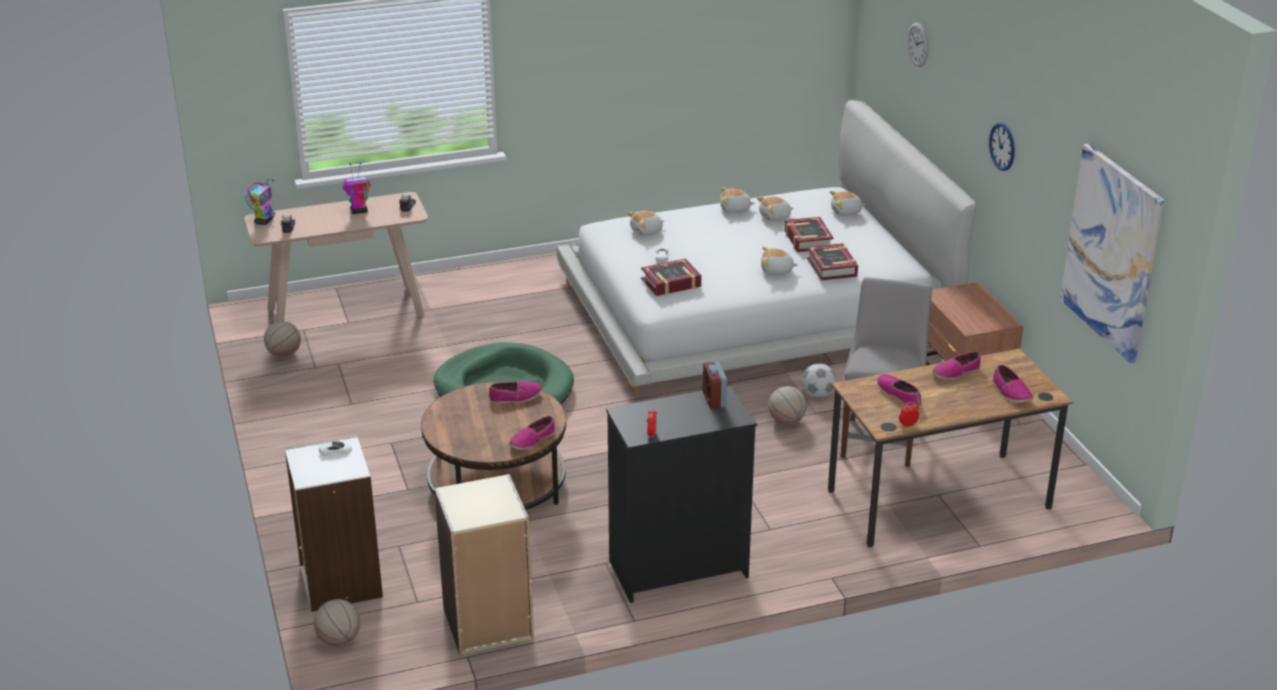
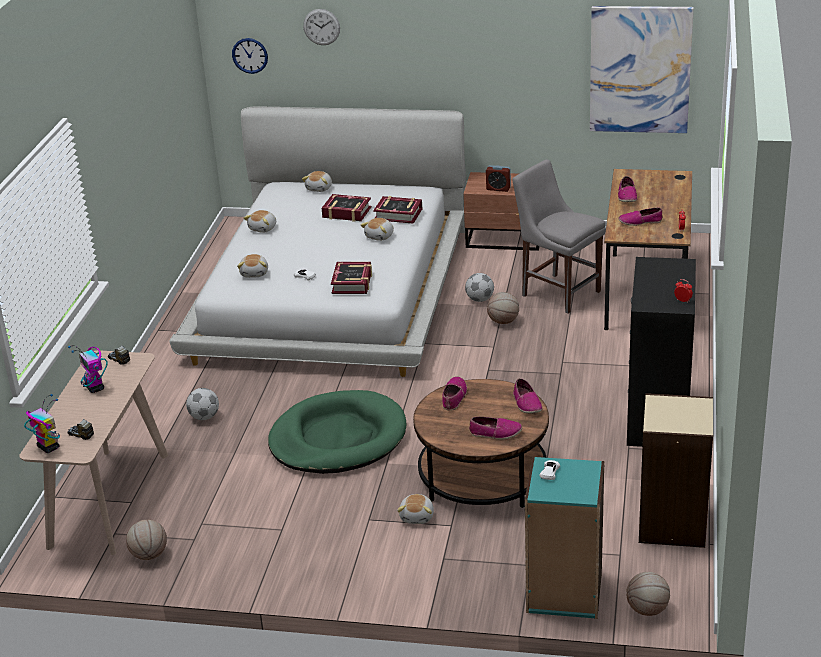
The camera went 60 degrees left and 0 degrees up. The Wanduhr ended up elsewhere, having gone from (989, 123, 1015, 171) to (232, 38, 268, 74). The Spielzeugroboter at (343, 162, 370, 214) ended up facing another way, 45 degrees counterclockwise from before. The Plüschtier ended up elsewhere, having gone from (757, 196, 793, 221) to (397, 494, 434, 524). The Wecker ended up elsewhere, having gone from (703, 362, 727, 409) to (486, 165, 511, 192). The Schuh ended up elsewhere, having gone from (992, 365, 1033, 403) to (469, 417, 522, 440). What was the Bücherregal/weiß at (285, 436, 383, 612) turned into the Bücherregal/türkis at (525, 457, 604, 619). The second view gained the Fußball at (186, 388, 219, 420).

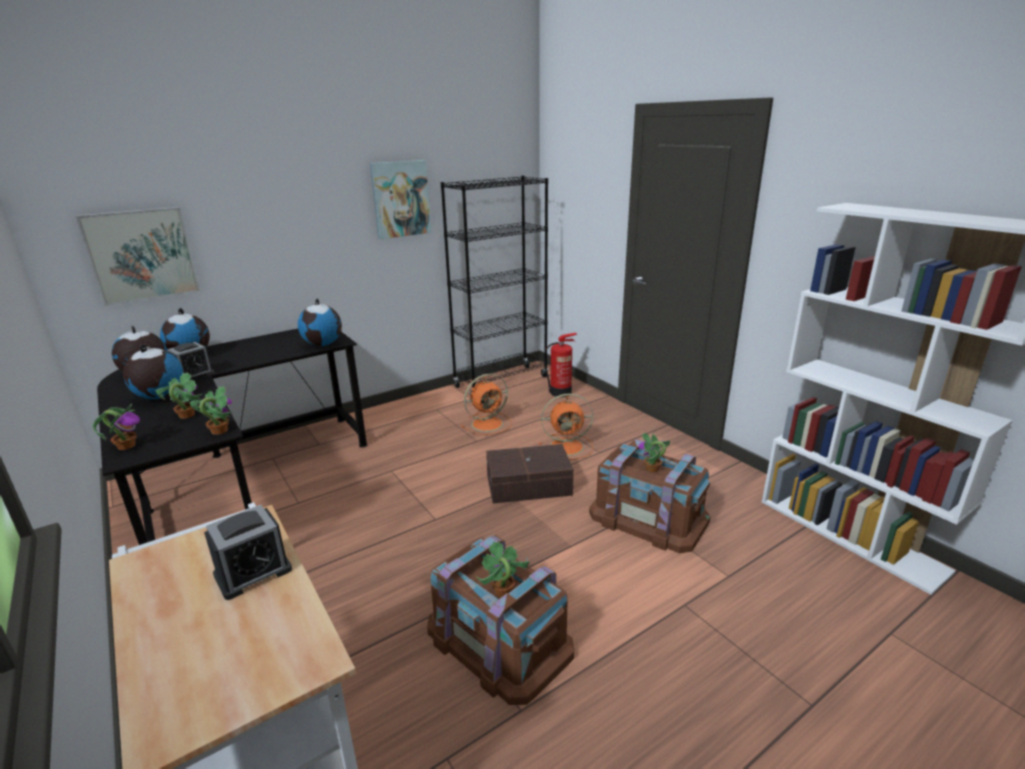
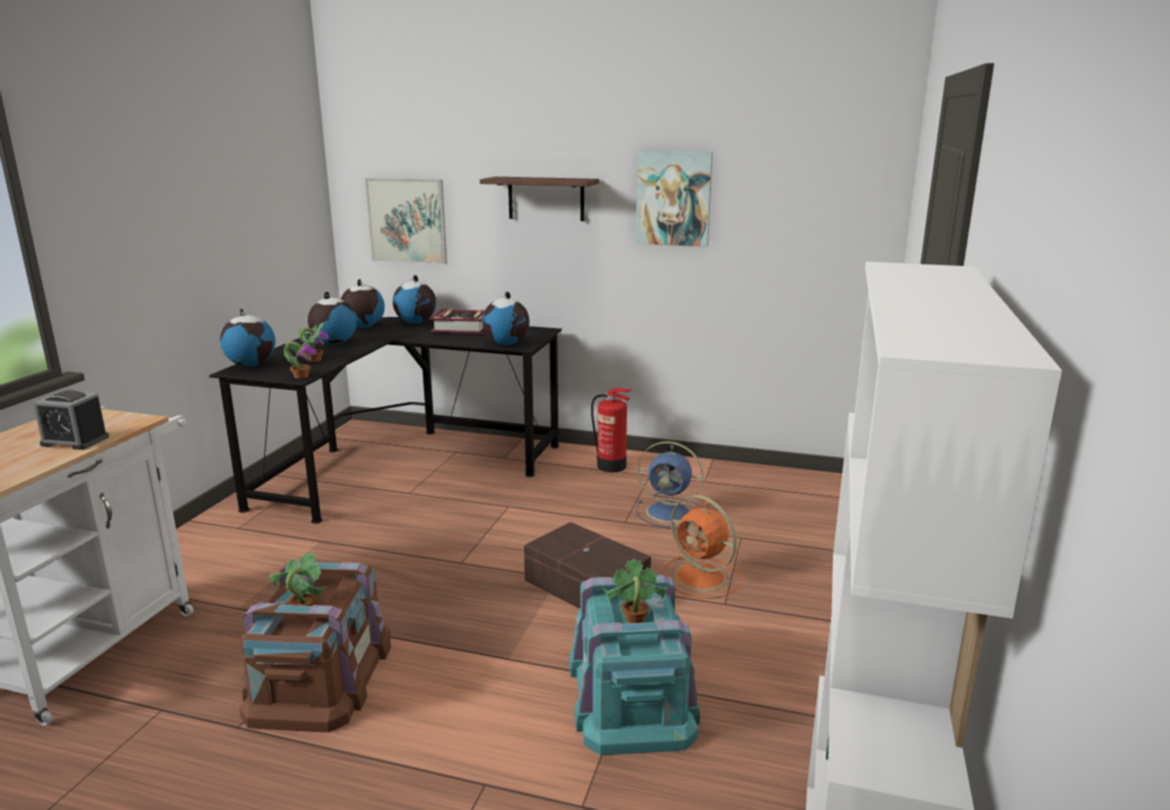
The camera went 50 degrees right and 5 degrees down. The second view lost the Bücherregal/schwarz at (441, 176, 548, 396). The Feuerlöscher ended up elsewhere, having gone from (544, 333, 577, 397) to (591, 388, 632, 472). The second view lost the Wecker at (168, 342, 214, 381). What was the Ventilator/orange at (461, 373, 512, 435) turned into the Ventilator/blau at (636, 441, 704, 528). Where the Topfpflanze stood at (92, 404, 140, 450), the Globus came to stand at (220, 308, 275, 366). What was the Aufbewahrungsbox/braun at (589, 439, 710, 553) turned into the Aufbewahrungsbox/türkis at (569, 575, 700, 755). The second view gained the Wandregal at (480, 177, 599, 221). The second view gained the Buch at (430, 309, 485, 334).

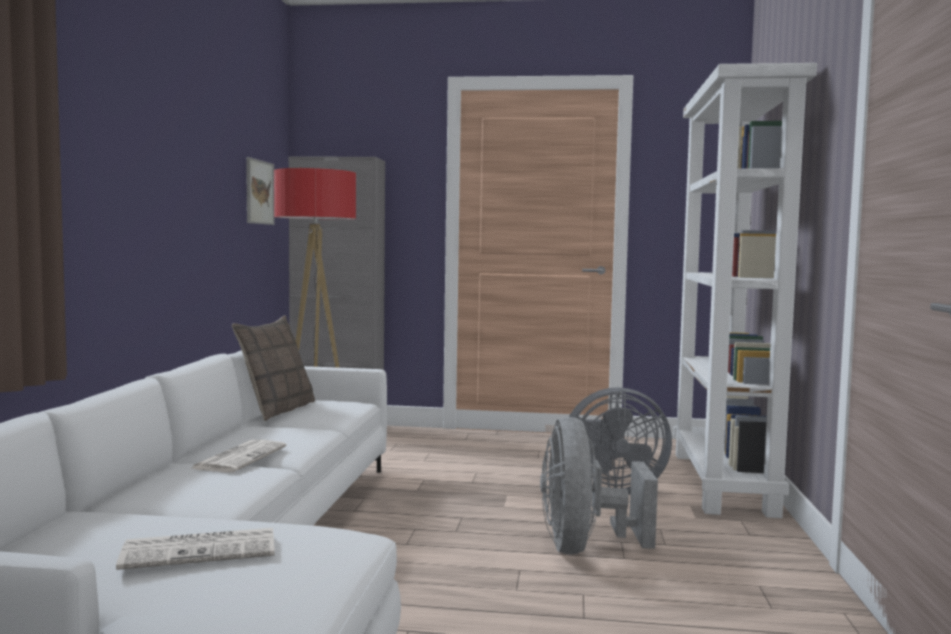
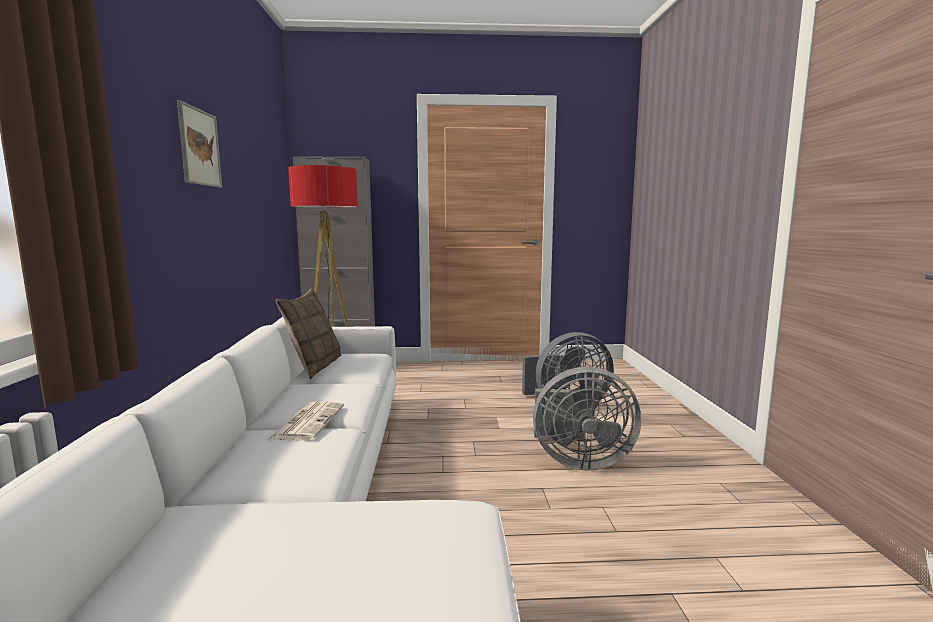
The camera went 10 degrees left and 5 degrees up. The second view lost the Bücherregal/weiß at (673, 63, 817, 518). The Bild ended up elsewhere, having gone from (246, 157, 275, 225) to (177, 100, 222, 188). The Ventilator/grau at (540, 417, 658, 555) ended up facing another way, 75 degrees counterclockwise from before. The second view lost the Zeitung at (116, 528, 275, 570).

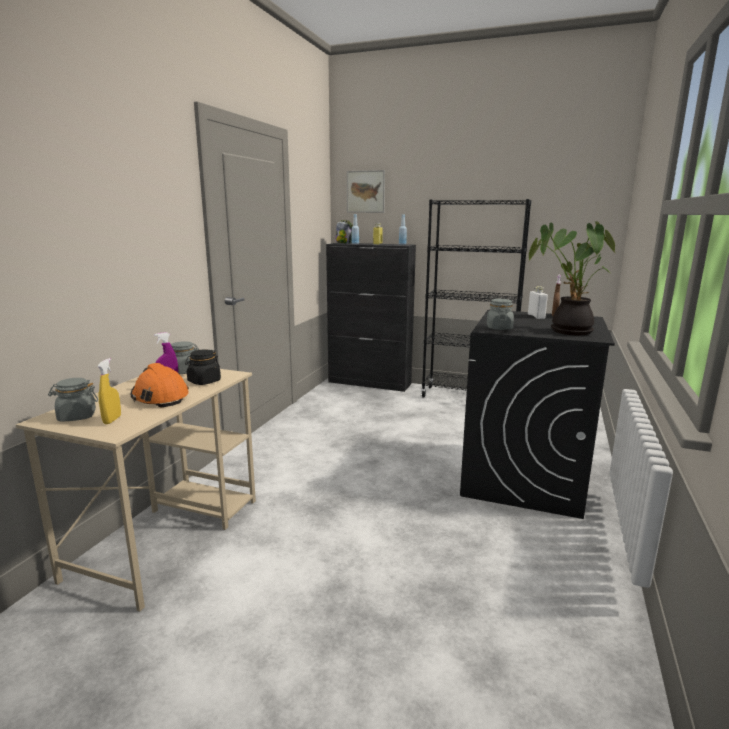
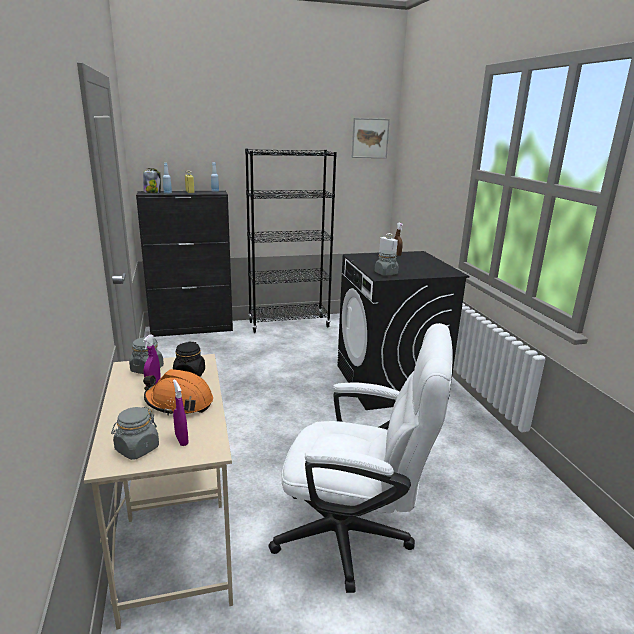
The camera went 35 degrees left and 5 degrees up. The Bild ended up elsewhere, having gone from (347, 170, 385, 213) to (352, 118, 390, 158). The second view lost the Topfpflanze at (529, 221, 616, 336). What was the Sprühflasche/gelb at (97, 358, 121, 424) turned into the Sprühflasche/lila at (173, 379, 188, 446). The second view gained the Bürostuhl/weiß at (269, 323, 453, 593).

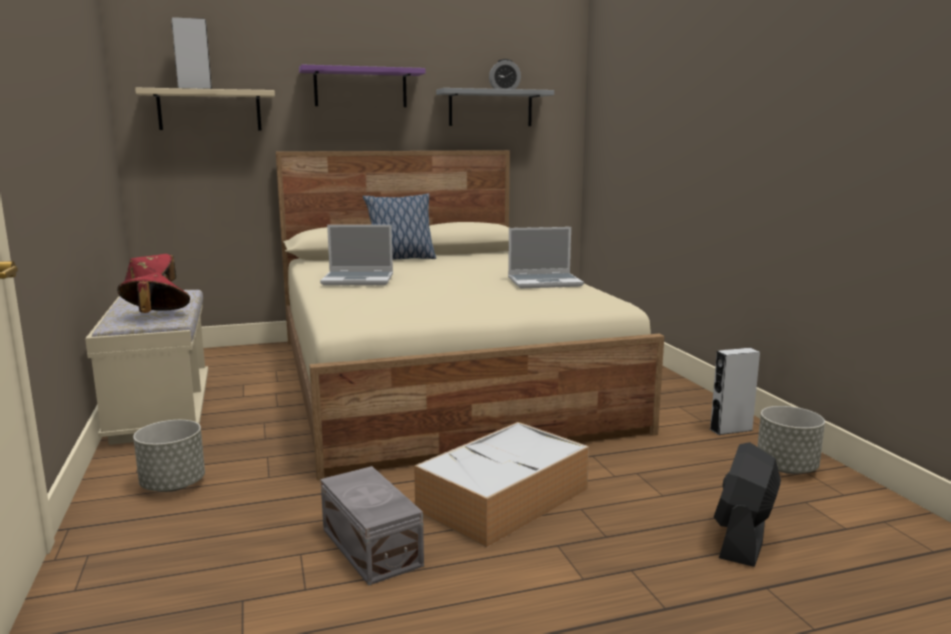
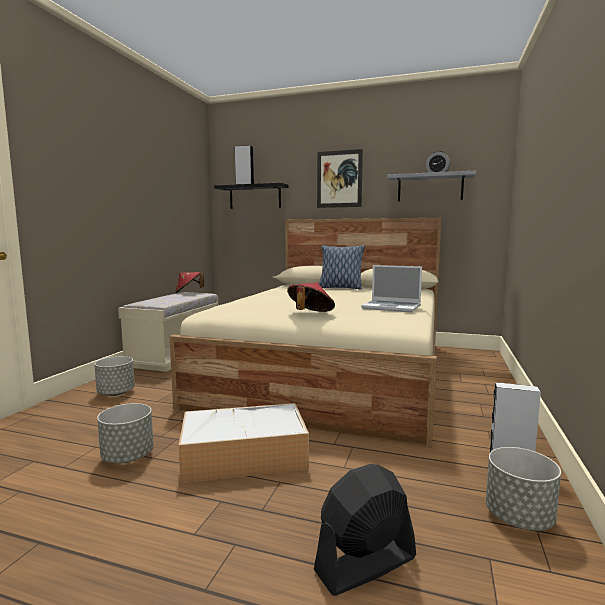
The camera went 35 degrees right and 5 degrees down. Where the Wandregal/lila hung at (299, 64, 426, 107), the Bild came to hang at (317, 149, 363, 208). What was the Wandregal/beige at (135, 88, 275, 130) turned into the Wandregal/schwarz at (214, 183, 288, 209). The second view lost the Laptop at (320, 225, 393, 285). The Hut/rot ended up elsewhere, having gone from (117, 272, 190, 313) to (287, 282, 335, 312). Where the Aufbewahrungsbox/grau stood at (320, 466, 424, 586), the Pflanzkübel/grau came to stand at (97, 403, 154, 463).

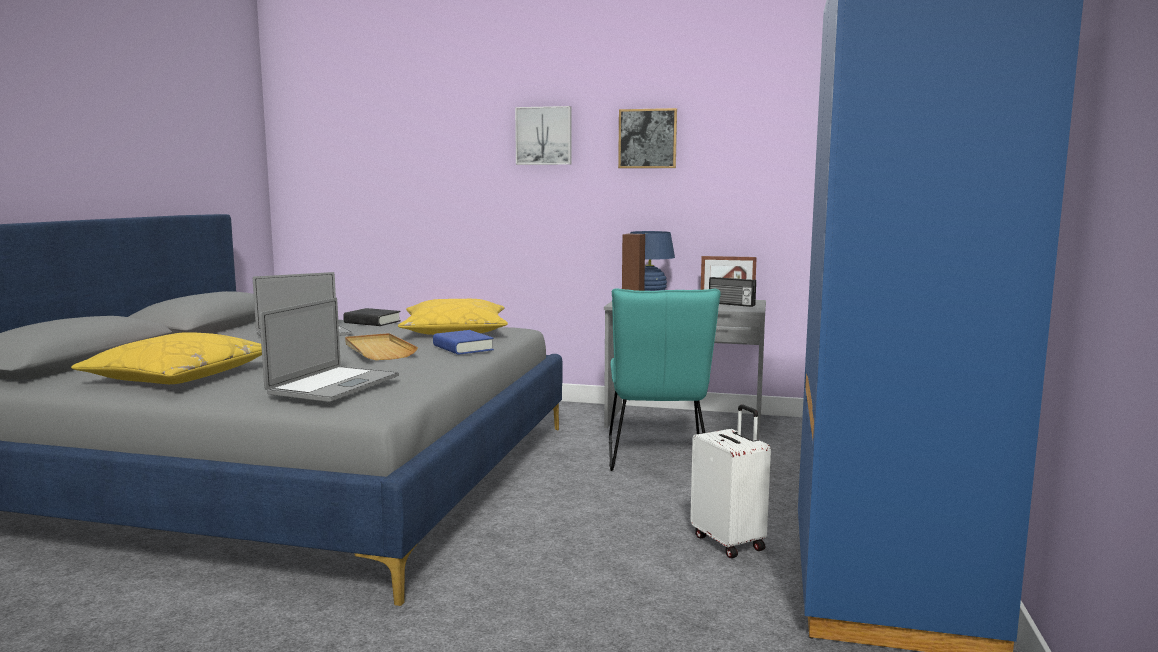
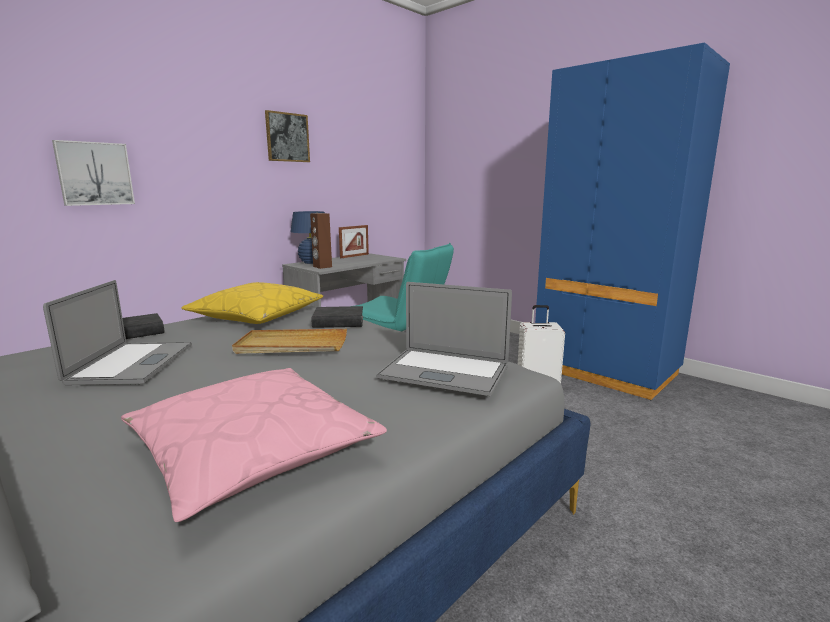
The camera went 60 degrees left and 5 degrees up. The Bild ended up elsewhere, having gone from (515, 106, 572, 165) to (52, 140, 135, 206). The second view lost the Radio at (709, 277, 756, 307). The Laptop at (260, 298, 399, 402) ended up facing another way, 150 degrees clockwise from before. What was the Buch/blau at (433, 330, 494, 355) turned into the Buch/schwarz at (312, 306, 363, 328). What was the Kissen/gelb at (71, 332, 262, 384) turned into the Kissen/rosa at (121, 368, 387, 522).

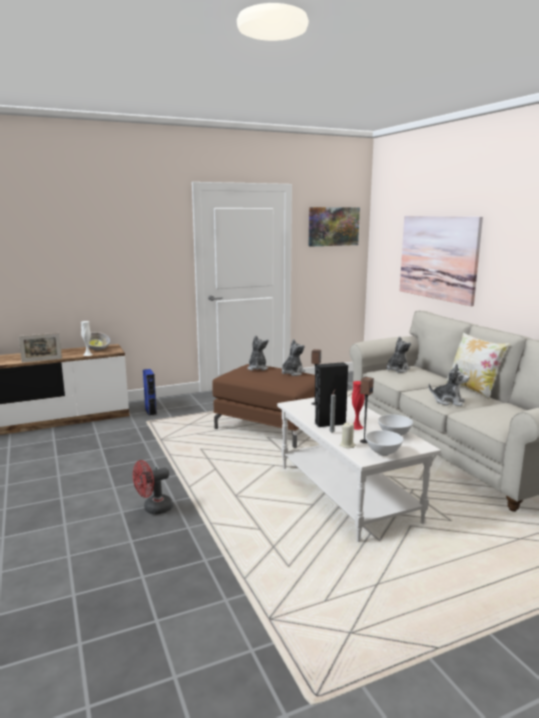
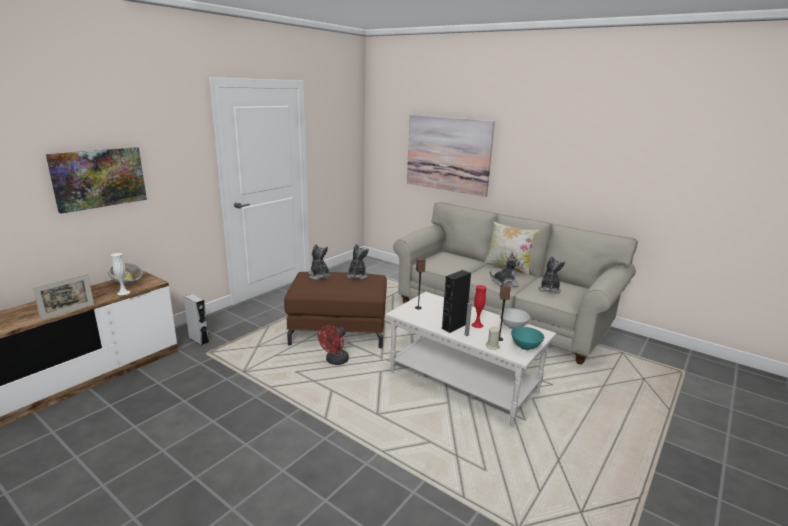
The camera went 30 degrees left and 5 degrees up. The Bild ended up elsewhere, having gone from (309, 207, 360, 247) to (46, 147, 147, 214). The Plüschtier ended up elsewhere, having gone from (386, 336, 411, 373) to (538, 256, 565, 293). What was the Lautsprecher/blau at (143, 369, 157, 416) turned into the Lautsprecher/grau at (184, 294, 209, 346). What was the Schüssel/weiß at (365, 430, 403, 456) turned into the Schüssel/türkis at (511, 327, 544, 350). The Ventilator/rot ended up elsewhere, having gone from (133, 460, 173, 514) to (318, 325, 349, 365).

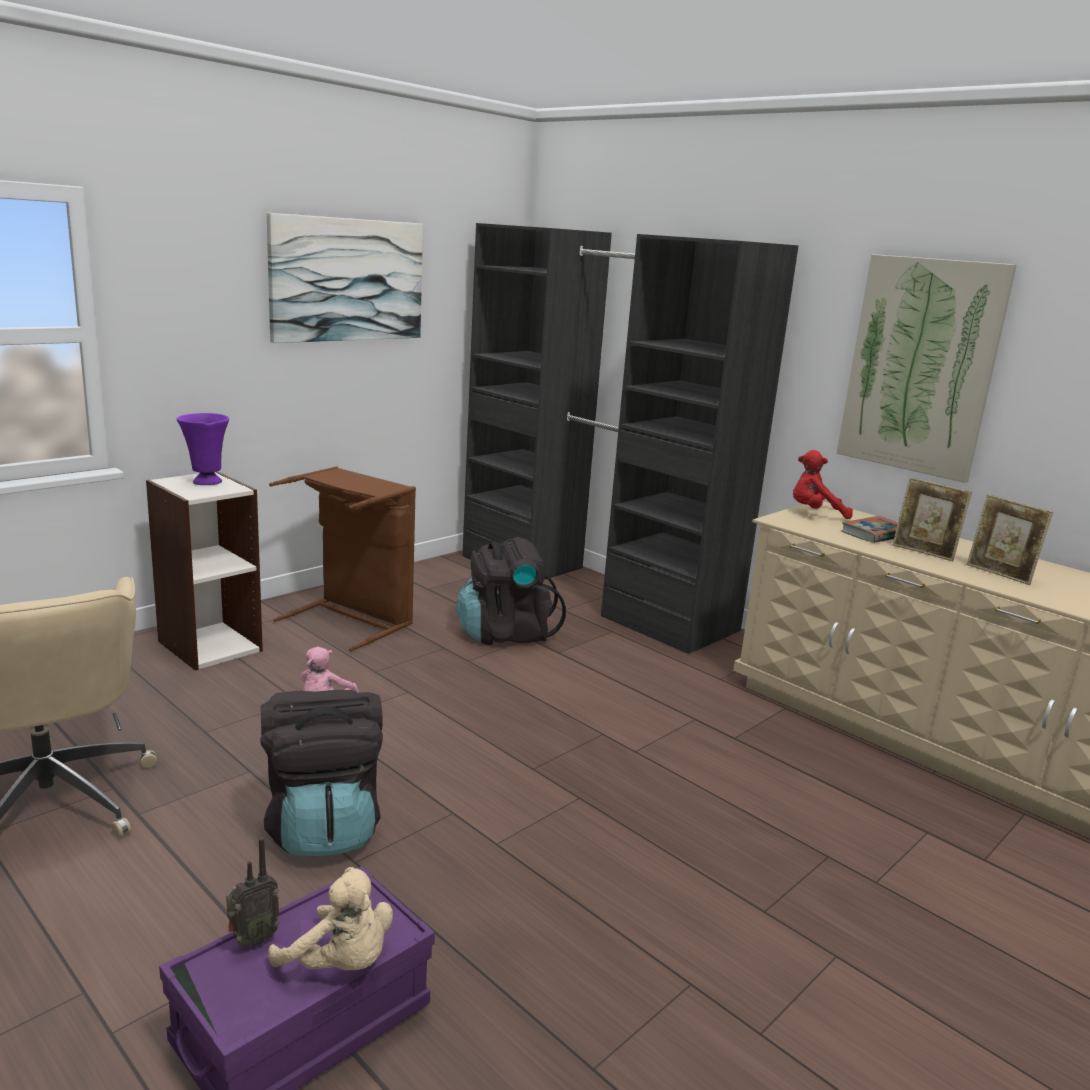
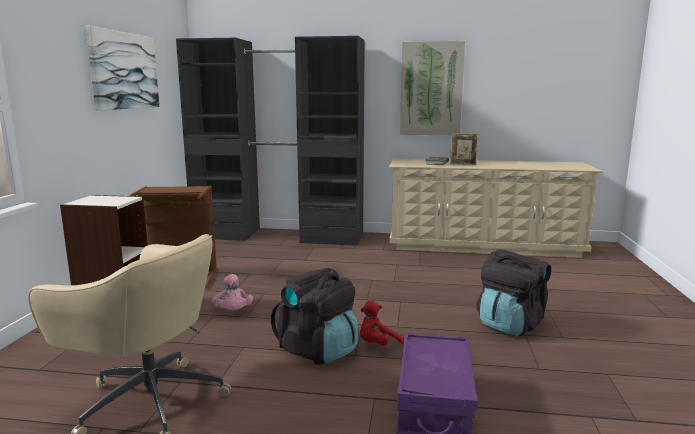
The camera went 35 degrees left and 5 degrees down. The second view lost the Vase/lila at (177, 413, 229, 485). The Plüschtier/rot ended up elsewhere, having gone from (793, 450, 853, 519) to (360, 300, 404, 345). The second view lost the Bilderrahmen at (967, 494, 1053, 585). The Rucksack/schwarz ended up elsewhere, having gone from (456, 537, 566, 645) to (476, 249, 551, 337). The second view lost the Radio at (226, 837, 280, 947). The second view lost the Plüschtier/beige at (268, 867, 393, 970).

